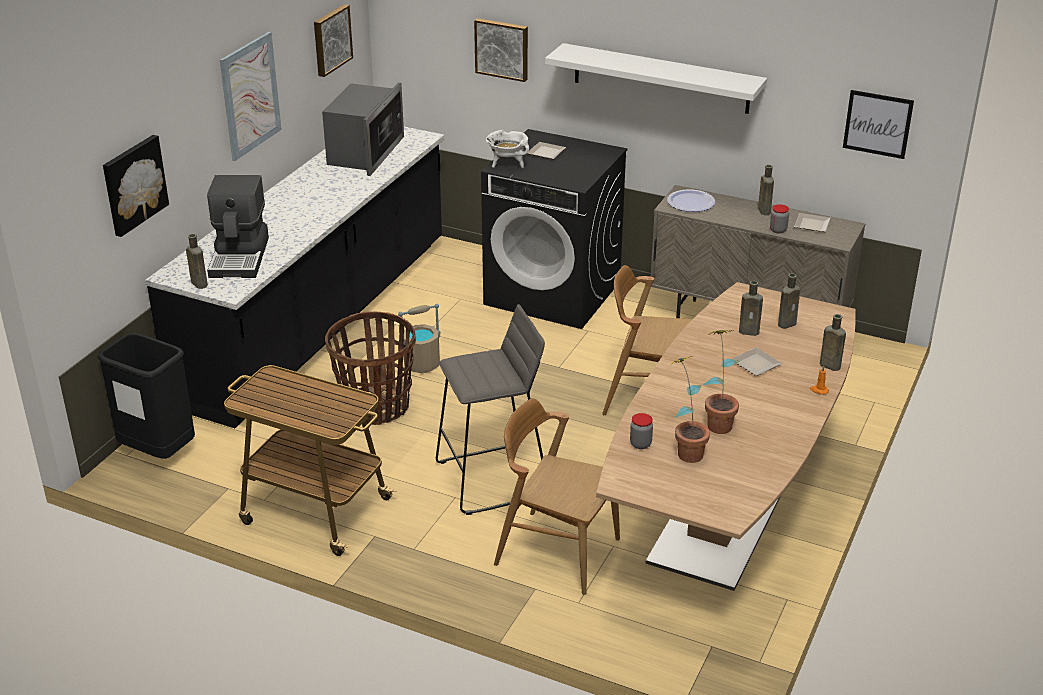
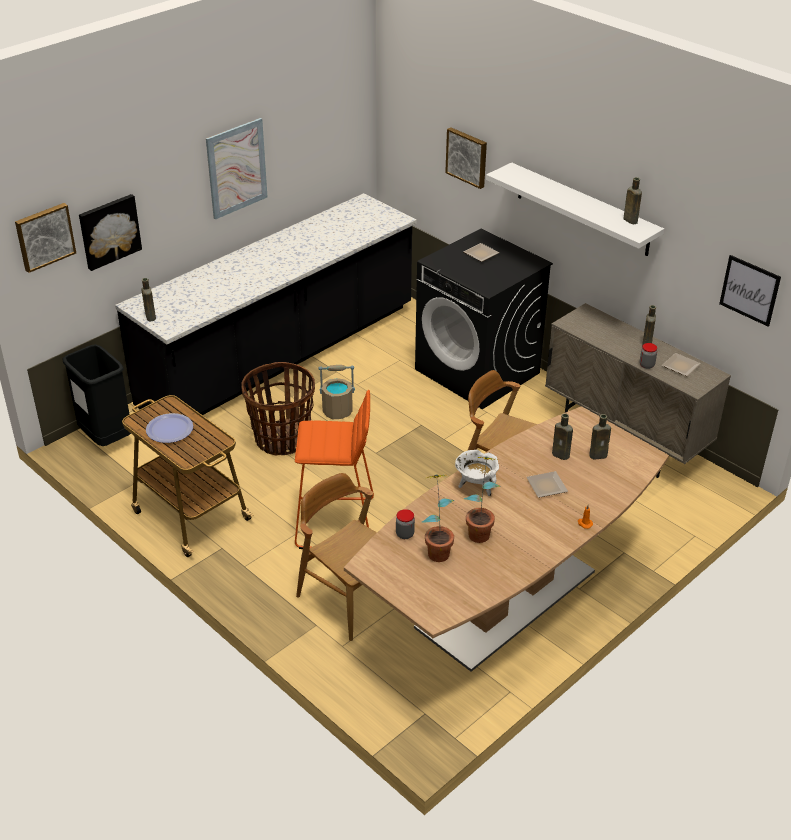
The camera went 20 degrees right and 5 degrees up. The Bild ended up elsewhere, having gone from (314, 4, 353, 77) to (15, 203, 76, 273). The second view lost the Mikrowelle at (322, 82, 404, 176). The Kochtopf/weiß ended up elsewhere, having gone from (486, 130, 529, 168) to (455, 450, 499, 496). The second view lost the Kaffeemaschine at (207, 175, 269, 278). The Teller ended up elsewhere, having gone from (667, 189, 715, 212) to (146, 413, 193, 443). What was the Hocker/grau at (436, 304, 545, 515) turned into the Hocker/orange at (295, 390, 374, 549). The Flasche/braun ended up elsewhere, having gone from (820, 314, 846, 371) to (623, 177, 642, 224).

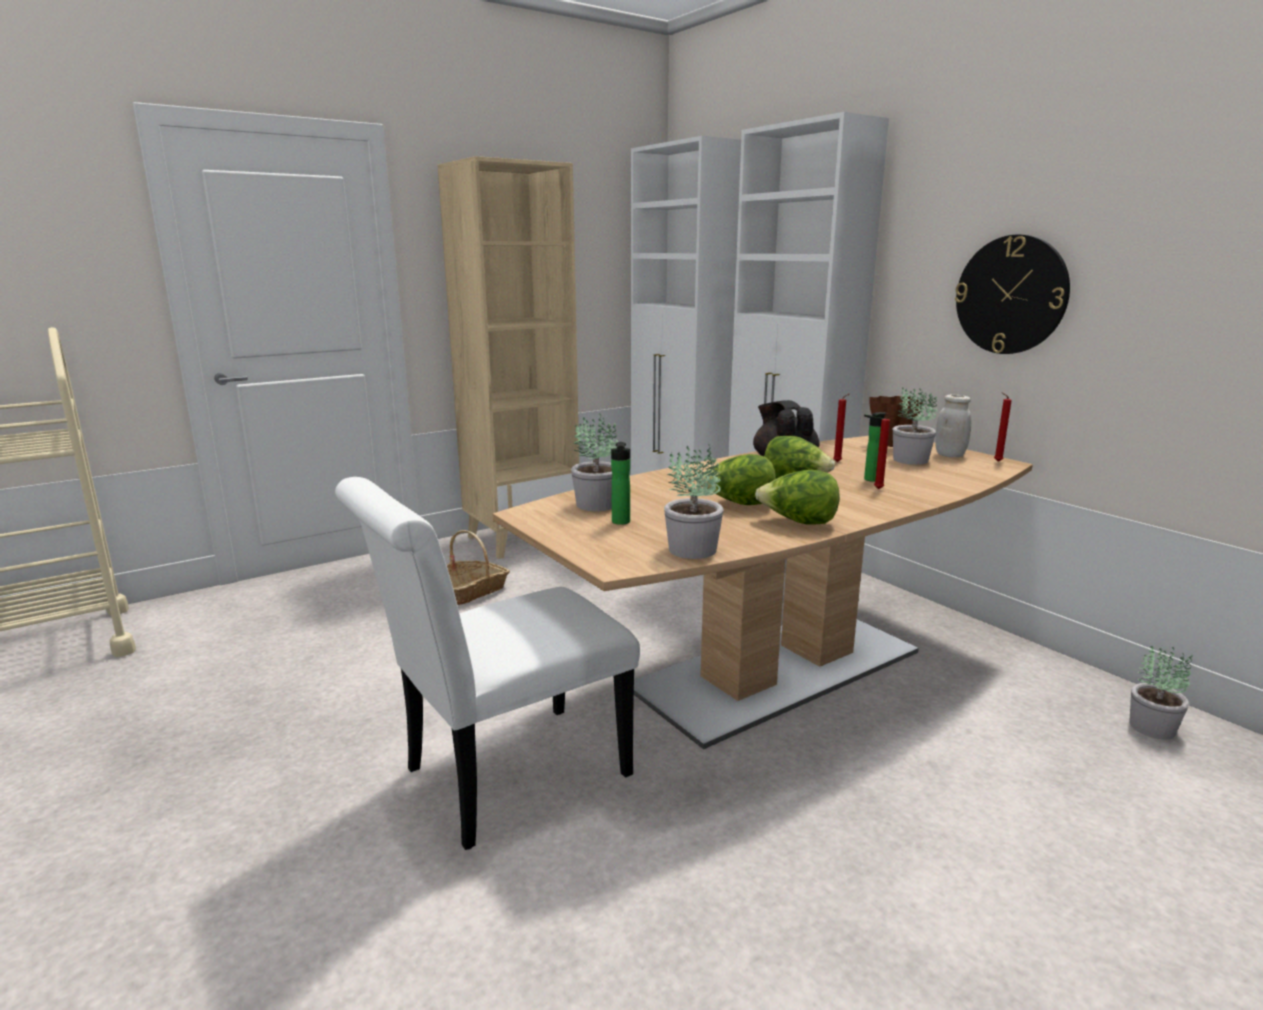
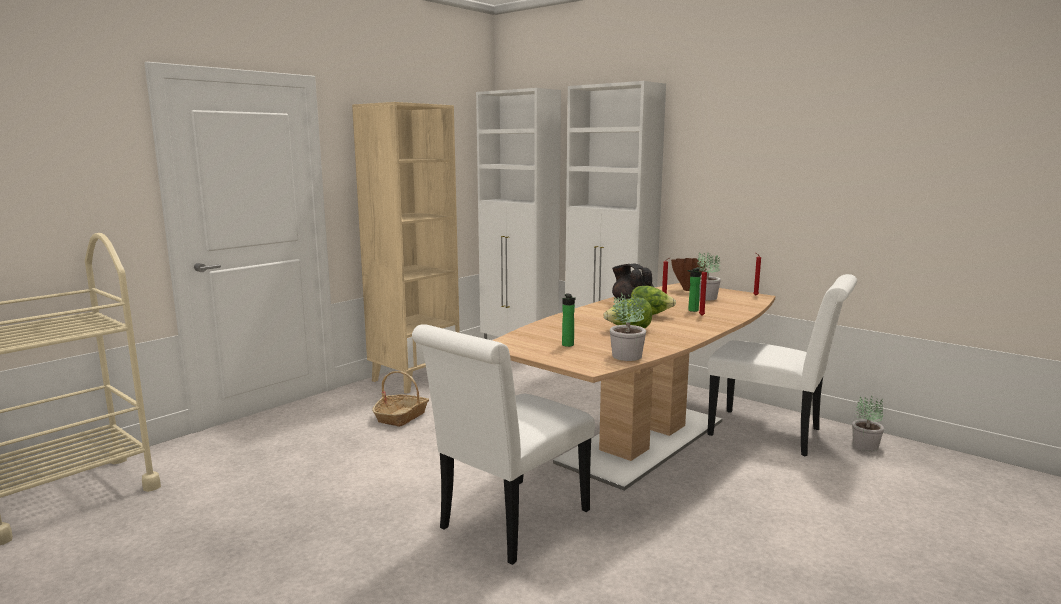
The camera went 15 degrees left and 5 degrees down. The second view lost the Wanduhr at (955, 234, 1070, 354). The second view lost the Vorratsglas/weiß at (935, 394, 971, 457). The second view lost the Topfpflanze at (571, 413, 618, 511). The second view lost the Salatkopf at (755, 470, 840, 524). The second view gained the Stuhl/weiß at (707, 274, 857, 456).

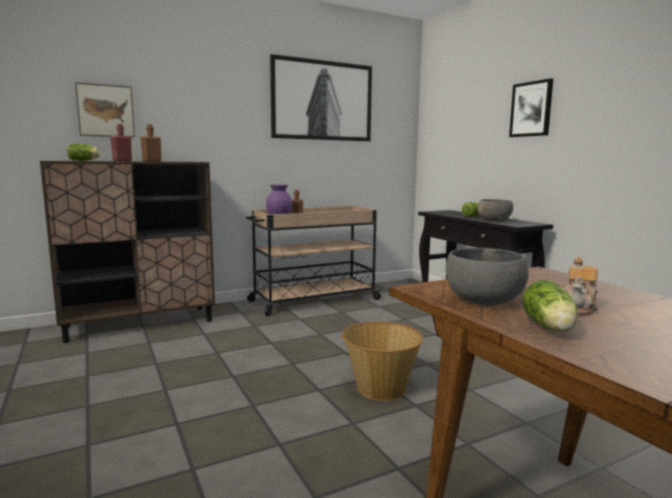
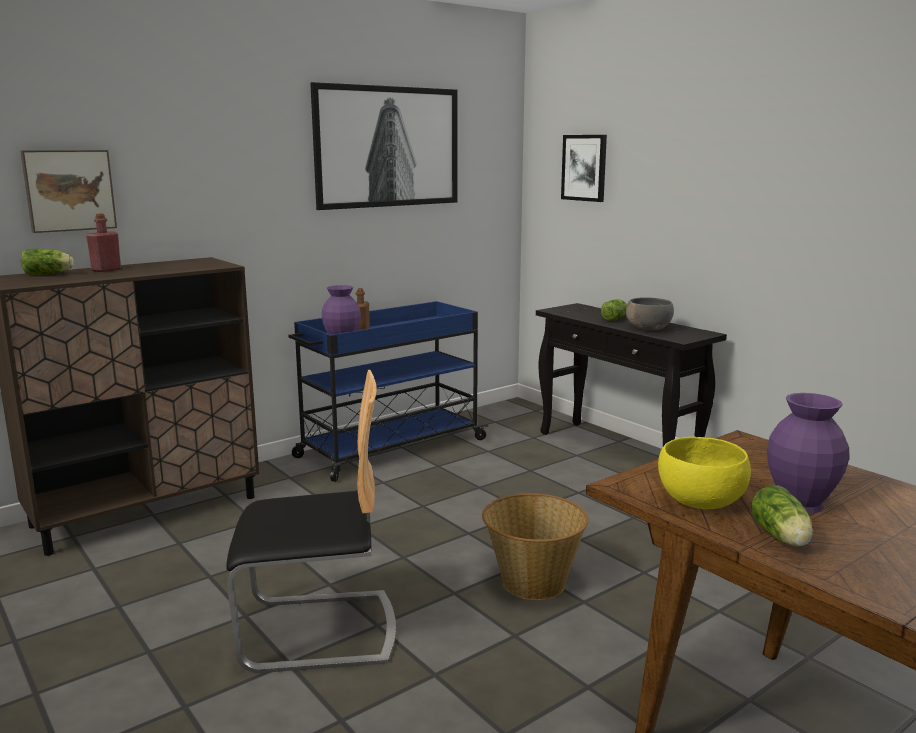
The camera went 10 degrees left and 5 degrees up. The Bild ended up elsewhere, having gone from (509, 78, 553, 137) to (561, 135, 607, 202). The second view lost the Flasche/braun at (141, 124, 161, 161). What was the Rollwagen/beige at (246, 206, 382, 316) turned into the Rollwagen/blau at (288, 301, 488, 482). What was the Schüssel/grau at (446, 248, 529, 306) turned into the Schüssel/gelb at (658, 437, 751, 509). Where the Teekanne stood at (565, 257, 598, 315), the Vase/lila came to stand at (767, 393, 849, 513). The second view gained the Stuhl at (226, 370, 396, 673).

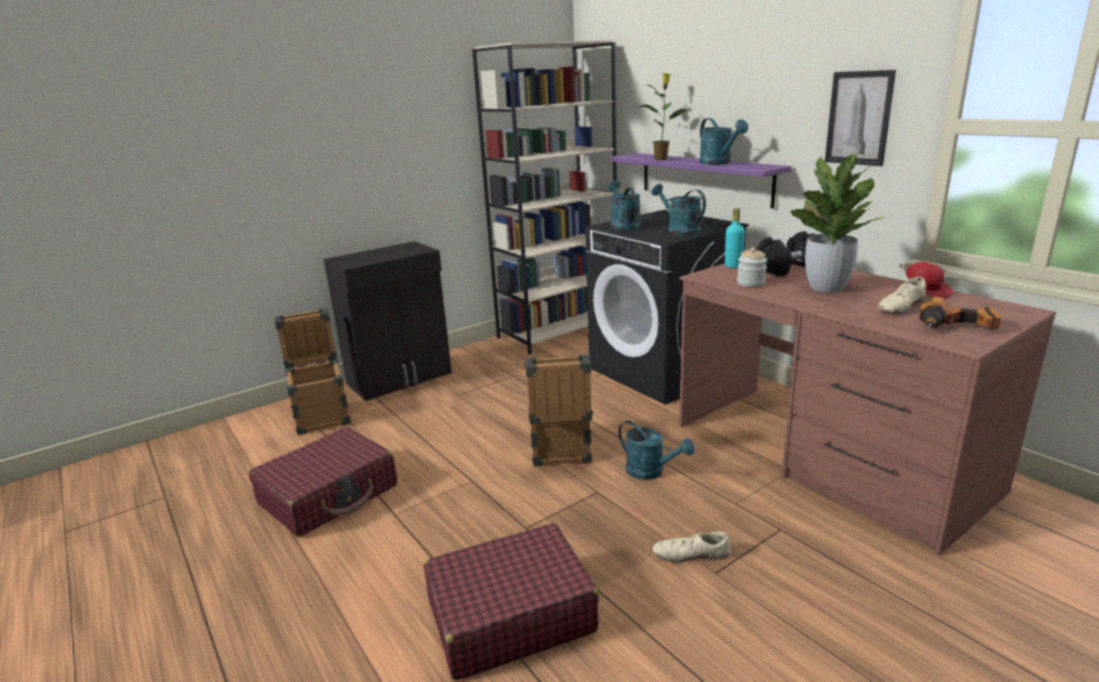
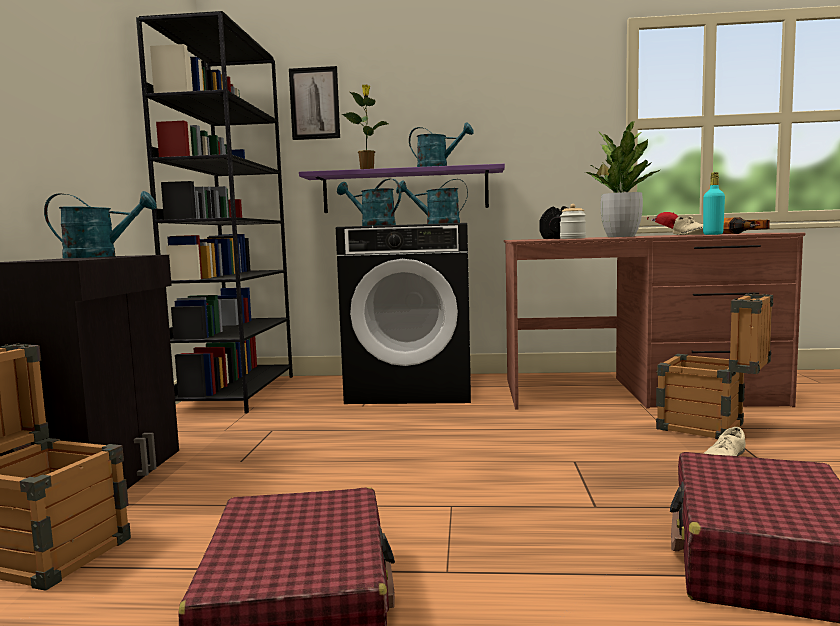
The camera went 50 degrees left and 15 degrees down. What was the Bücherregal/beige at (472, 40, 617, 354) turned into the Bücherregal/schwarz at (136, 11, 293, 413). The Bild ended up elsewhere, having gone from (825, 70, 896, 166) to (289, 66, 340, 140). The Flasche/türkis ended up elsewhere, having gone from (725, 208, 745, 268) to (703, 172, 725, 235). The Kiste ended up elsewhere, having gone from (525, 354, 593, 466) to (656, 293, 773, 439). The Gießkanne/türkis ended up elsewhere, having gone from (618, 421, 695, 480) to (44, 191, 157, 258).

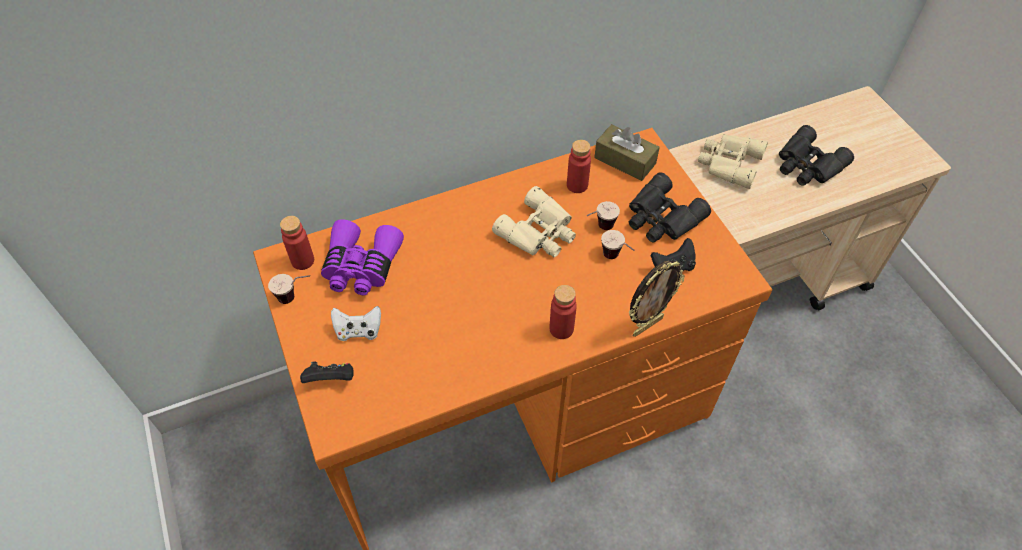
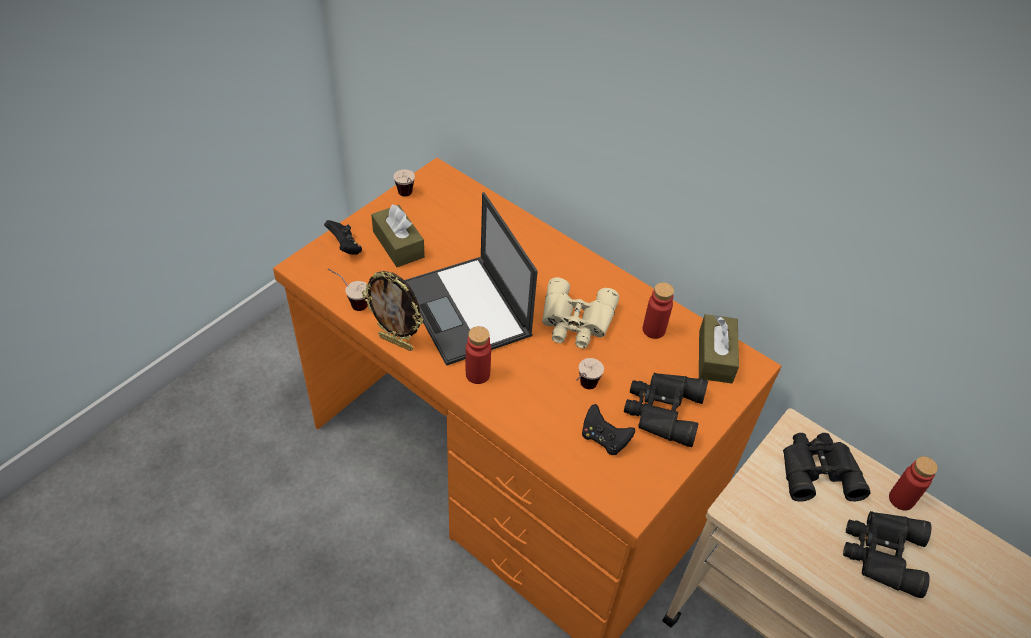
The camera went 60 degrees right and 5 degrees down. What was the Fernglas/beige at (698, 134, 768, 189) turned into the Fernglas/schwarz at (783, 433, 871, 502). The Tasse ended up elsewhere, having gone from (587, 201, 620, 230) to (328, 269, 368, 311). The Flasche/rot ended up elsewhere, having gone from (280, 216, 314, 270) to (889, 456, 938, 510). The second view lost the Fernglas/lila at (321, 219, 404, 295). The Bilderrahmen ended up elsewhere, having gone from (629, 261, 685, 337) to (362, 271, 423, 351). Where the Gamepad/weiß stood at (331, 306, 381, 341), the Taschentuchbox/braun came to stand at (371, 204, 425, 267). The second view gained the Laptop at (404, 192, 538, 366).

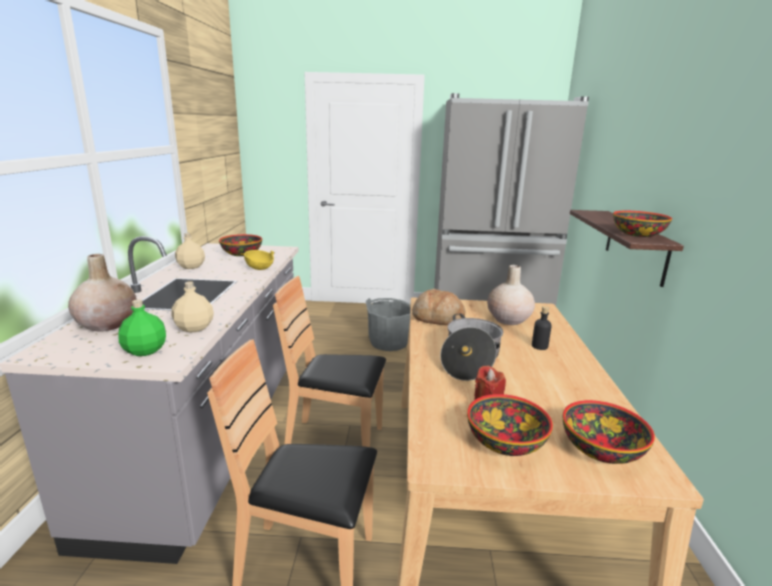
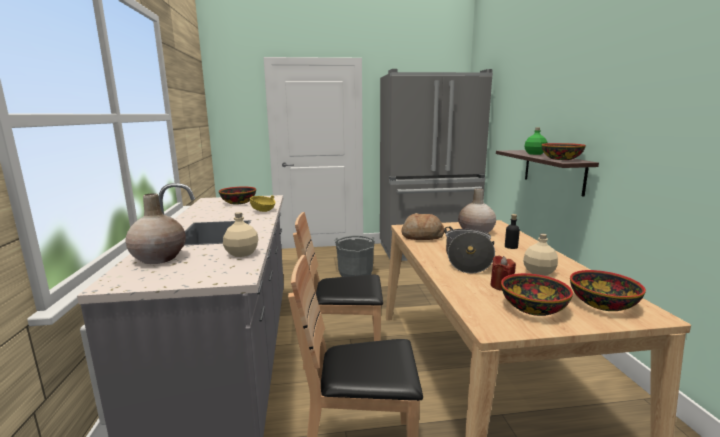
The camera went 10 degrees left and 5 degrees down. The Flasche/beige ended up elsewhere, having gone from (175, 233, 205, 269) to (523, 234, 558, 276). The Flasche/grün ended up elsewhere, having gone from (118, 299, 166, 356) to (525, 128, 547, 155).

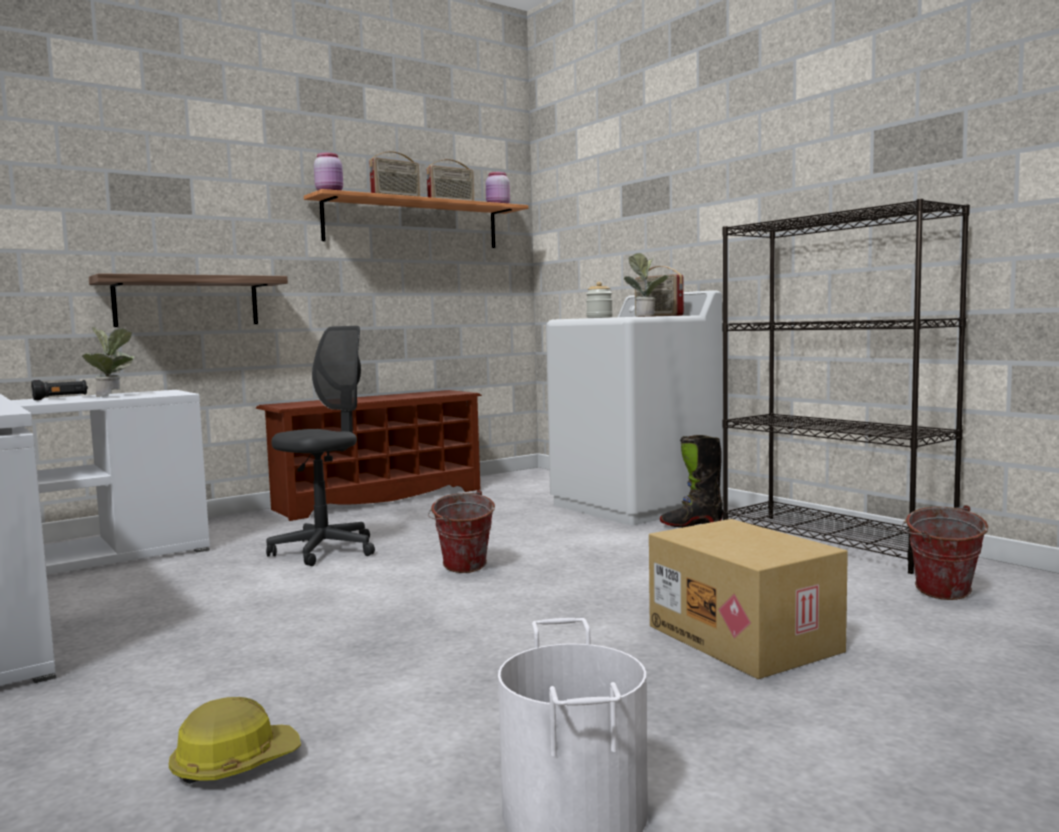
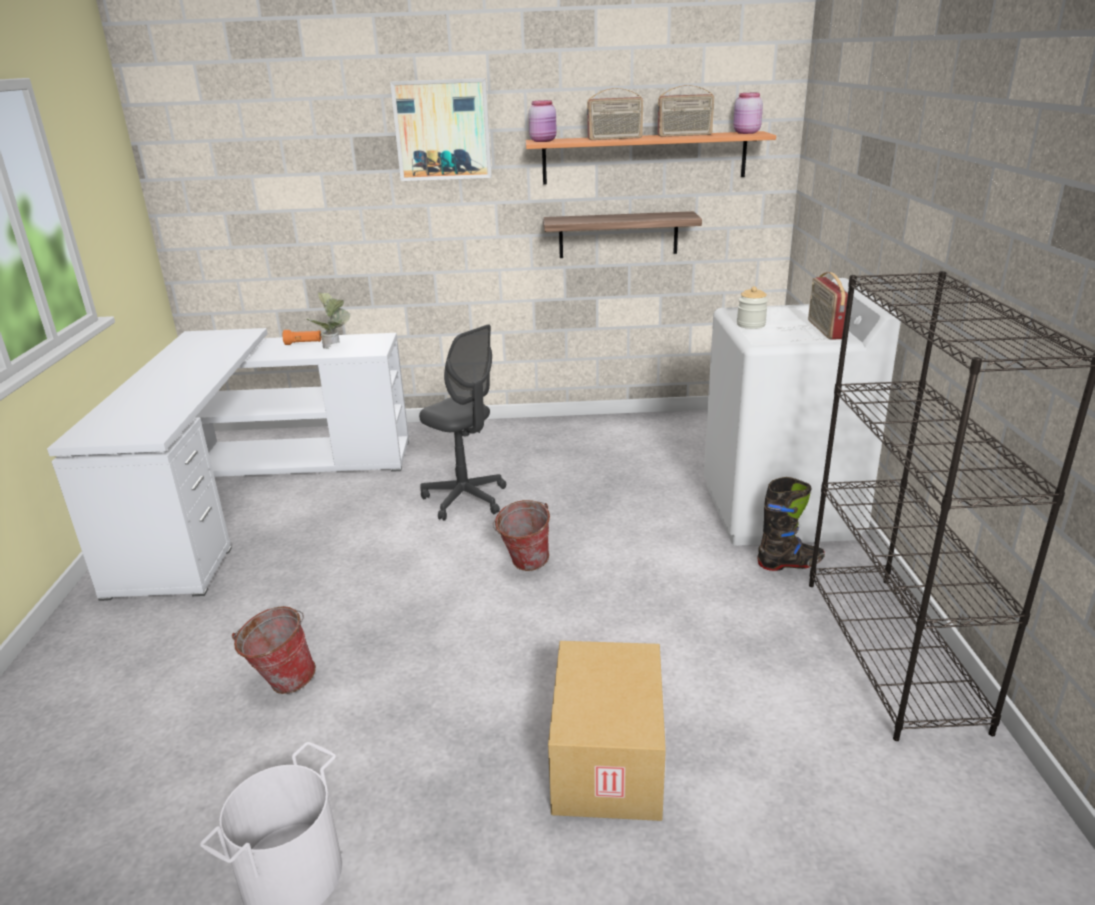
The camera went 35 degrees right and 20 degrees up. The second view lost the Topfpflanze at (624, 253, 669, 316). The Wandregal ended up elsewhere, having gone from (89, 273, 288, 327) to (543, 211, 702, 258). The Bürostuhl/grau at (266, 326, 375, 566) ended up facing another way, 60 degrees clockwise from before. What was the Taschenlampe/schwarz at (31, 380, 88, 400) turned into the Taschenlampe/orange at (283, 330, 322, 345). The second view lost the Schuhregal/braun at (256, 390, 482, 521). The Stiefel/schwarz at (660, 435, 723, 528) ended up facing another way, 150 degrees clockwise from before. The Eimer ended up elsewhere, having gone from (901, 505, 988, 600) to (232, 606, 316, 694). The second view lost the Schutzhelm at (169, 697, 301, 784). The second view gained the Bild at (390, 78, 492, 181).

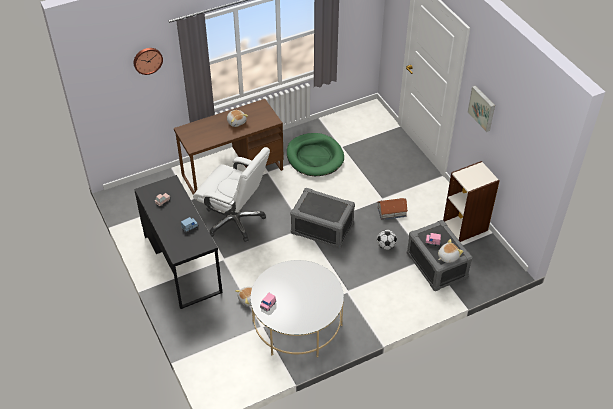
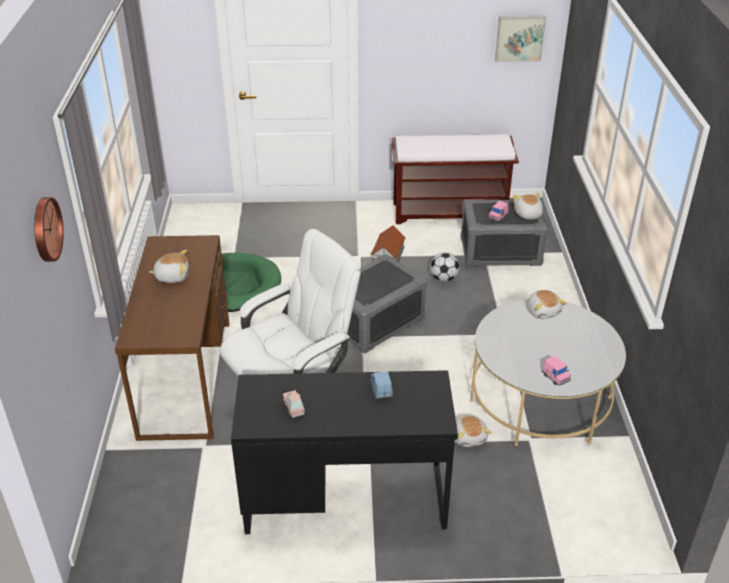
The camera went 65 degrees left and 10 degrees down. The Bild ended up elsewhere, having gone from (468, 86, 495, 132) to (495, 15, 546, 62). Where the Bücherregal stood at (443, 161, 500, 242), the Bank/braun came to stand at (391, 134, 519, 224). The second view gained the Plüschtier at (527, 290, 567, 319).

